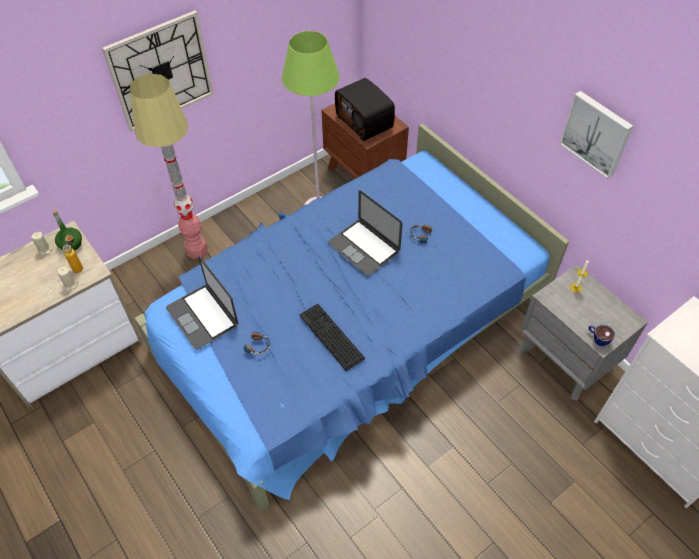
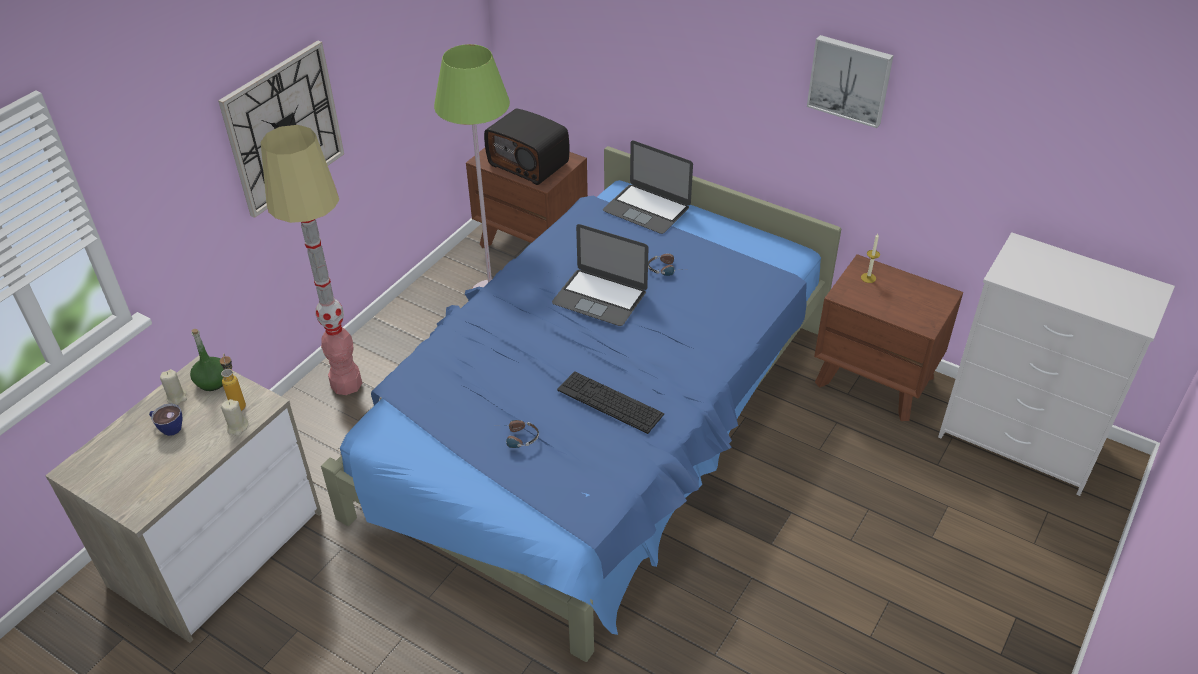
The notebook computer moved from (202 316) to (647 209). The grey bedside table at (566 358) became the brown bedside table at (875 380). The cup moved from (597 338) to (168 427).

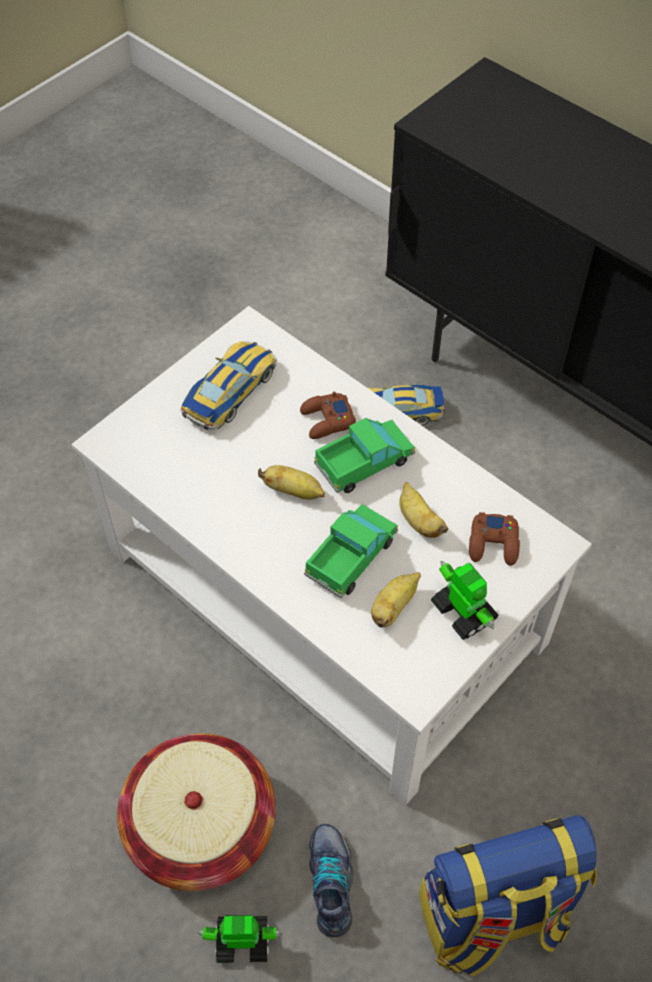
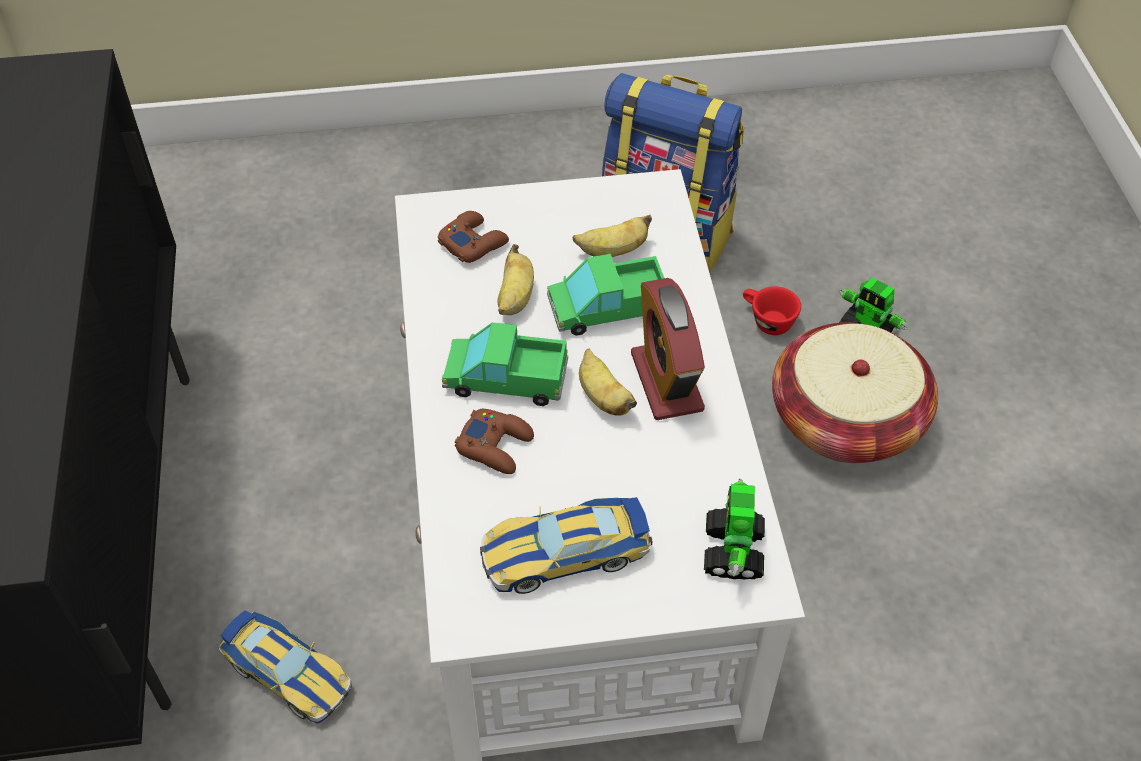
The item of footwear at (332 882) was replaced by the red cup at (766 321). The robot figure moved from (463 611) to (733 551). The table clock at (666 382) appeared.

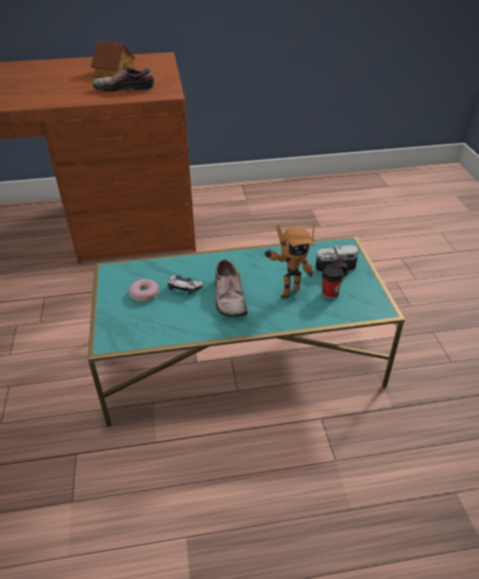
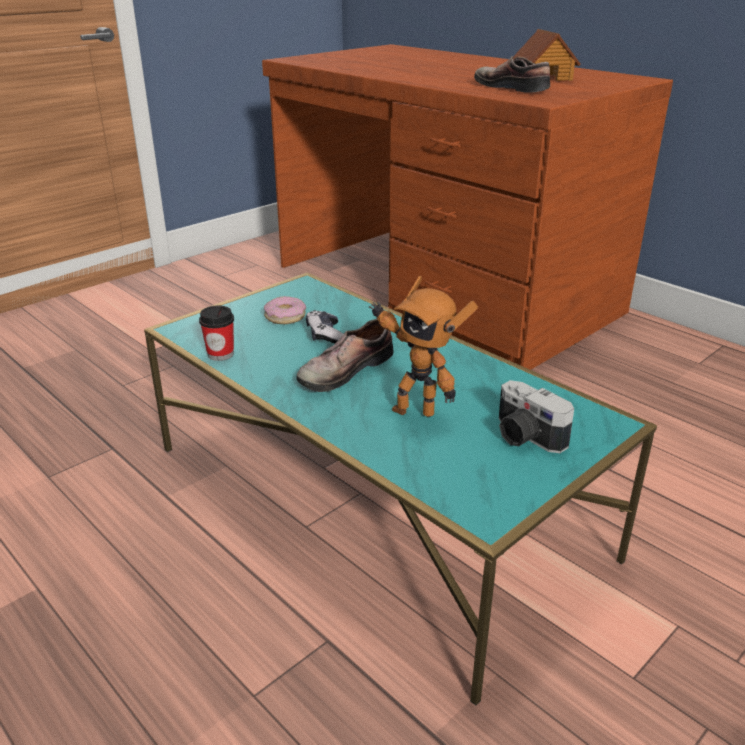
The cup moved from (330 294) to (220 354).

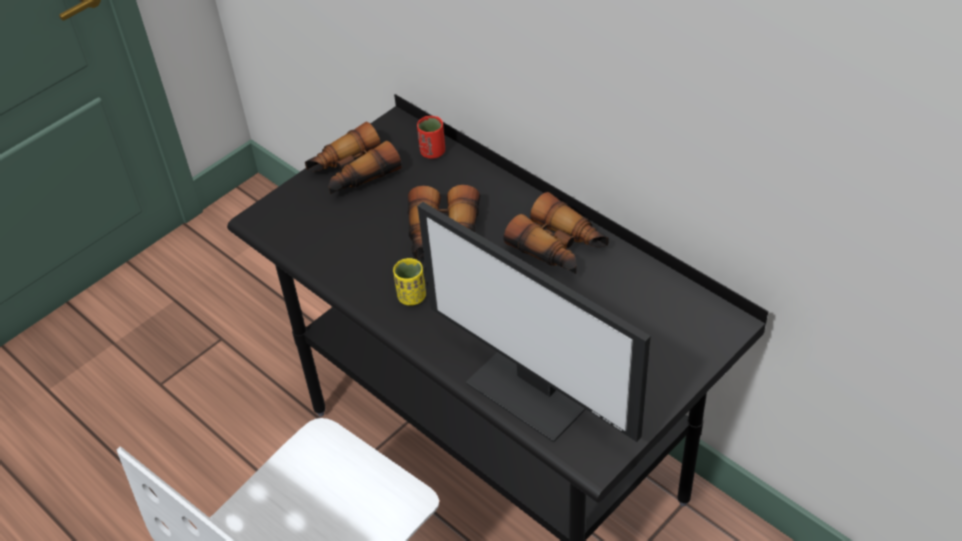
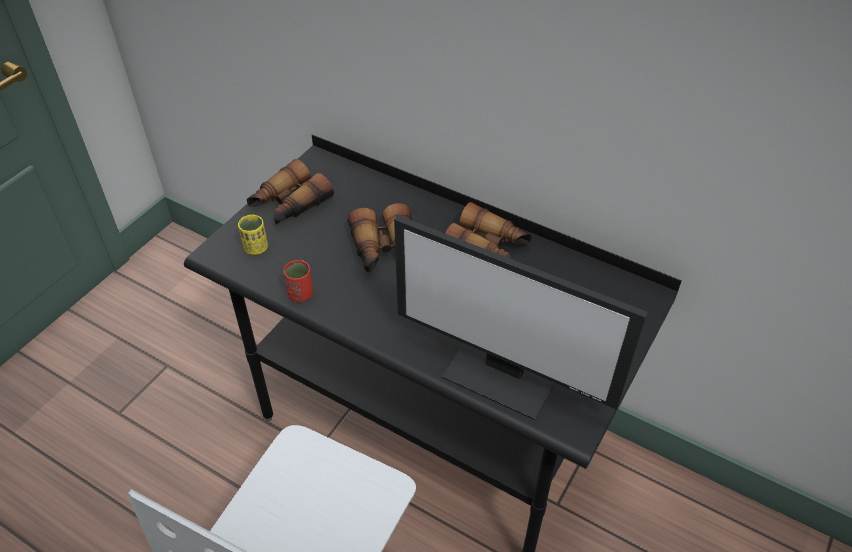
The yellow cup moved from (412 296) to (256 248). The red cup moved from (433 152) to (300 294).

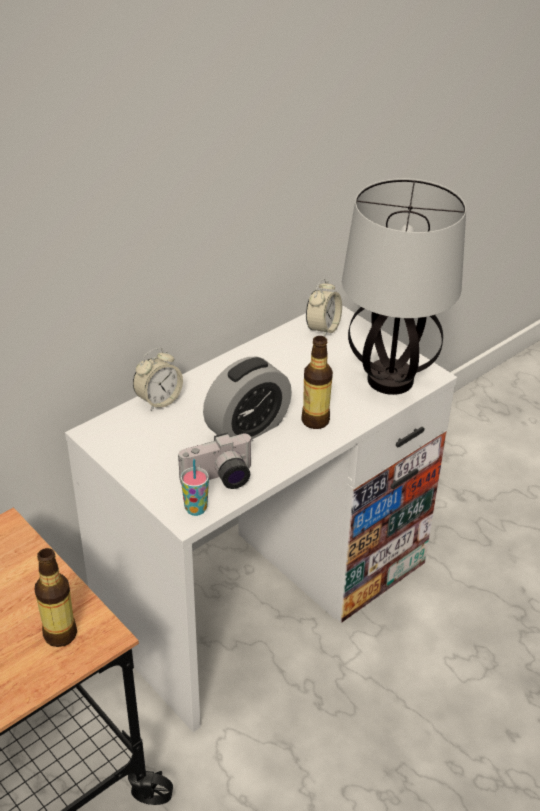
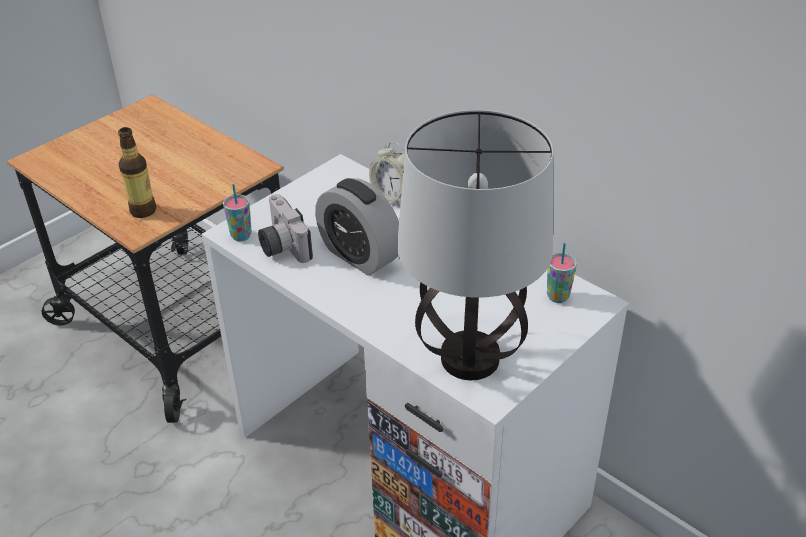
The bottle at (315 420) disappeared. The table clock at (323 329) was replaced by the cup at (558 297).

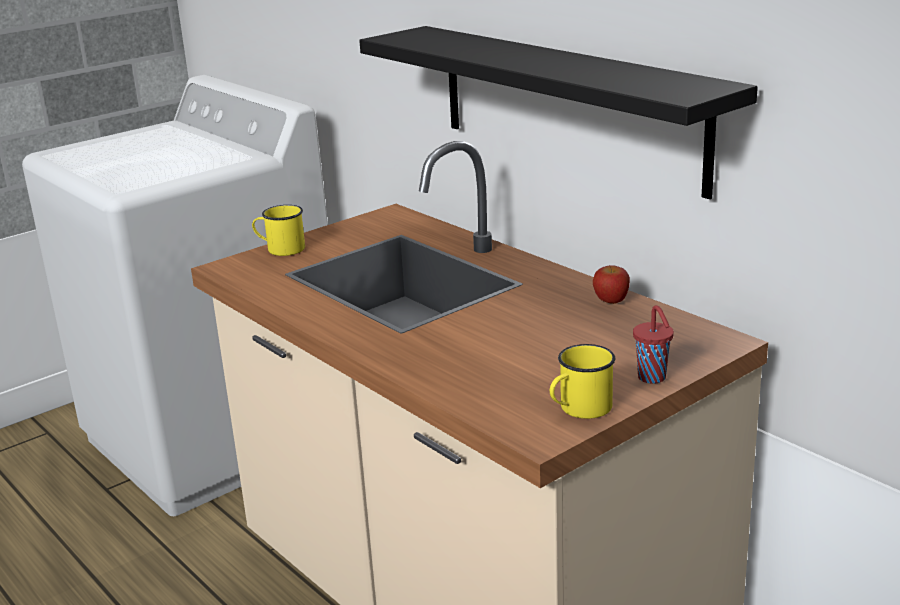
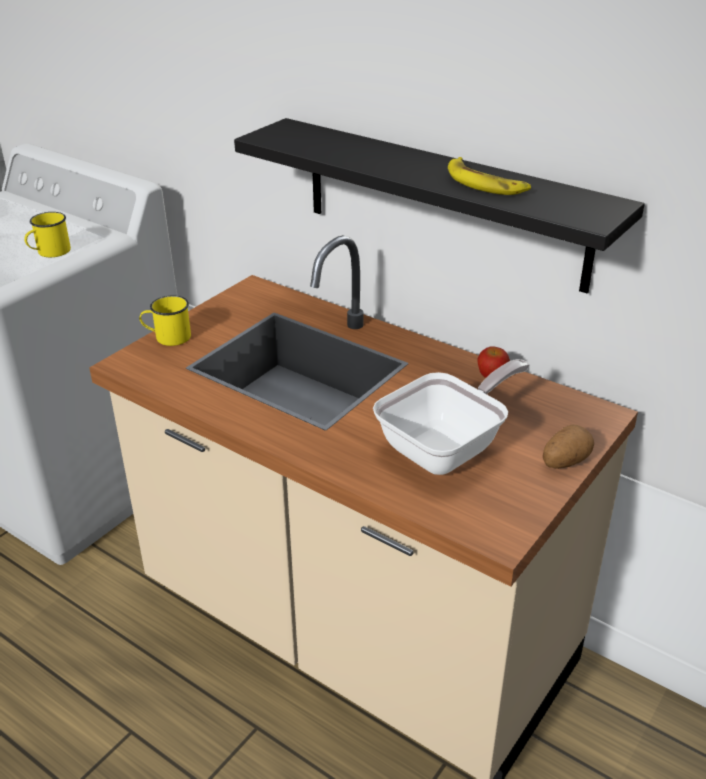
The yellow mug moved from (579 409) to (49 252). The red cup at (653 378) was replaced by the potato at (564 461). The skillet at (448 447) appeared. The banana at (484 183) appeared.

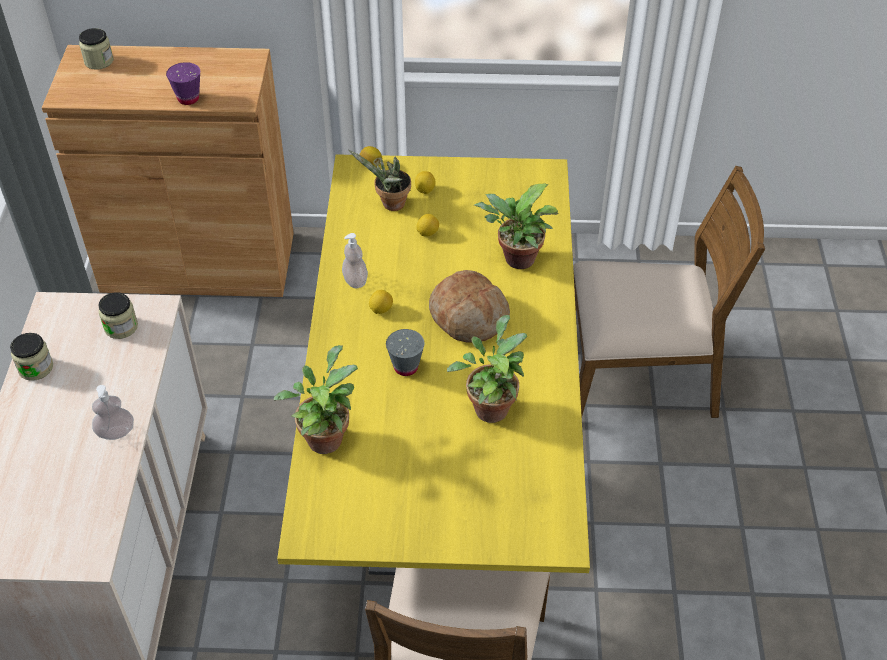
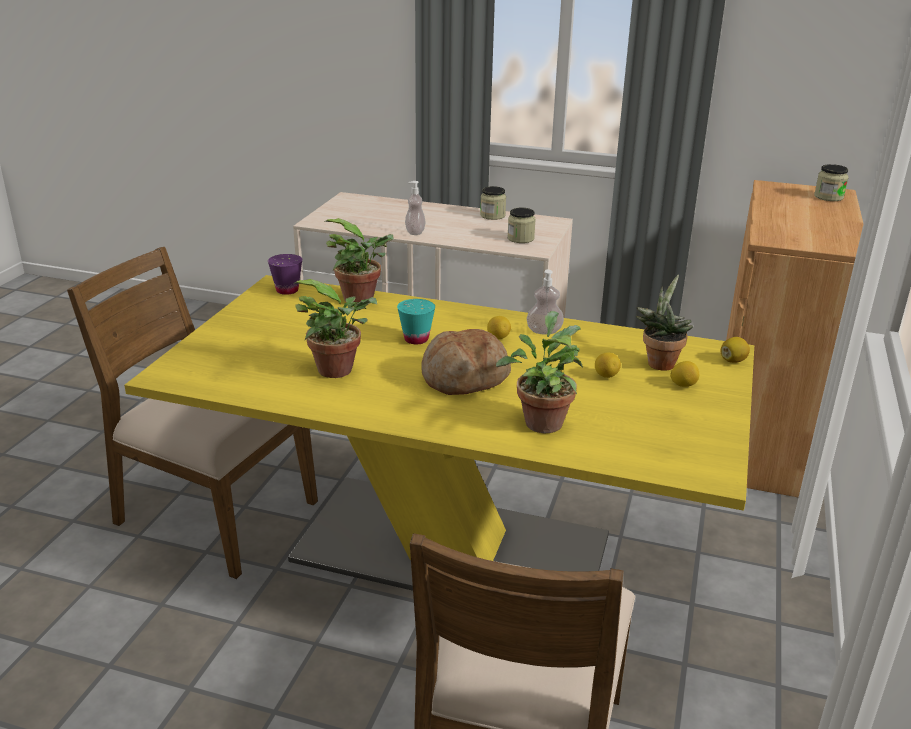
The purple cup moved from (188 99) to (287 290). The grey cup at (406 367) became the turquoise cup at (416 339).

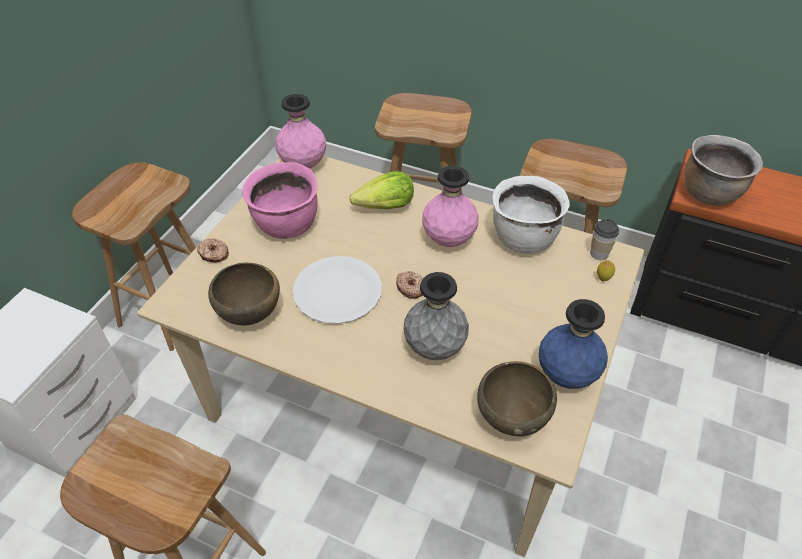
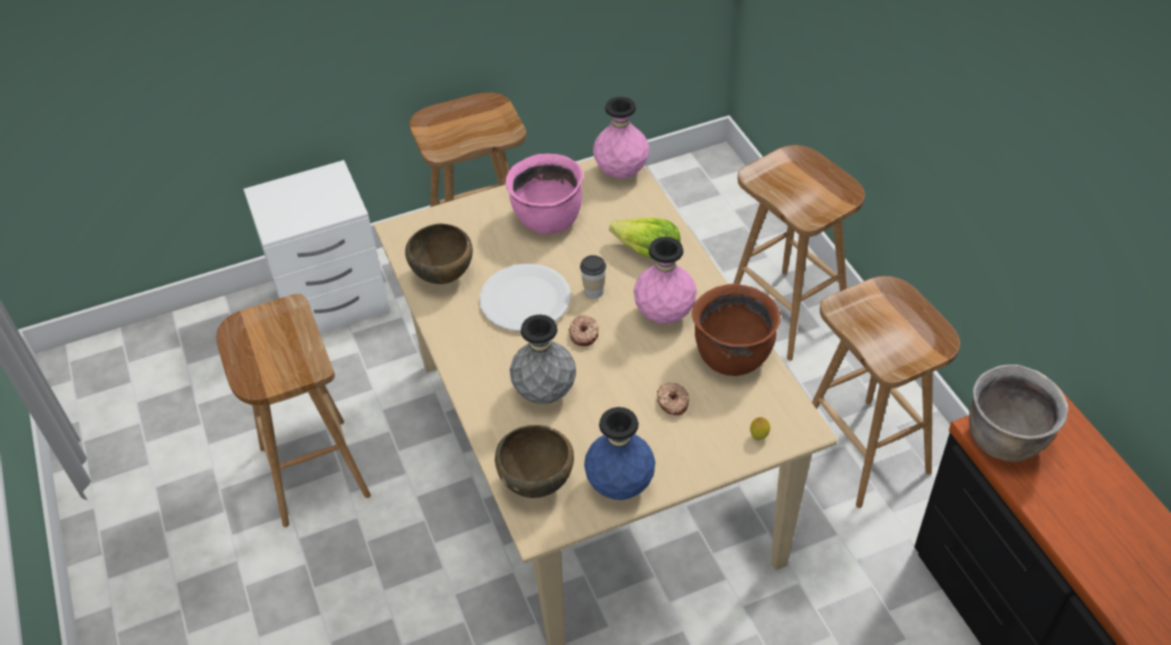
The doughnut moved from (214 254) to (672 403). The white-coloured cooking pot at (523 238) became the brown cooking pot at (732 355). The cup moved from (599 253) to (594 291).

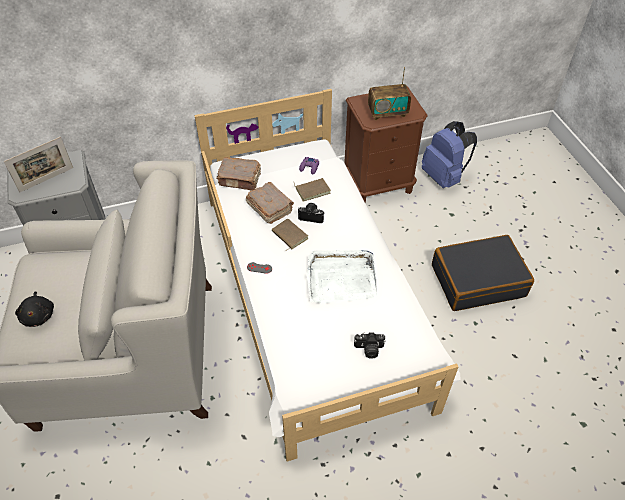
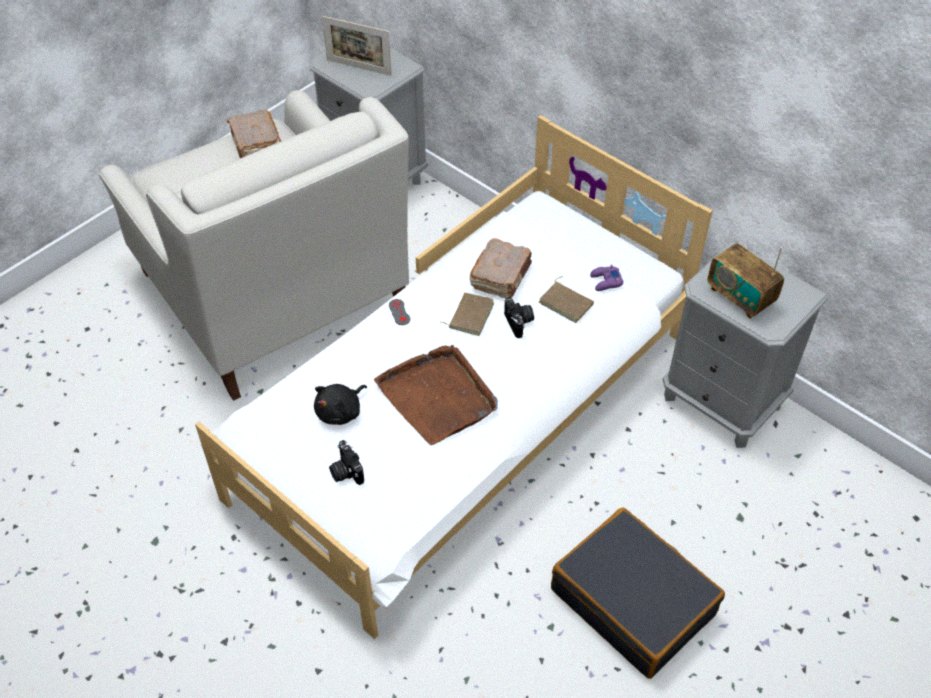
The black-coloured soft toy moved from (39 315) to (341 412). The brown bound book moved from (240 180) to (256 146). The white-coloured tray at (341 278) became the brown tray at (438 396). The brown bedside table at (378 184) became the grey bedside table at (722 401). The blue rucksack at (444 177) disappeared.

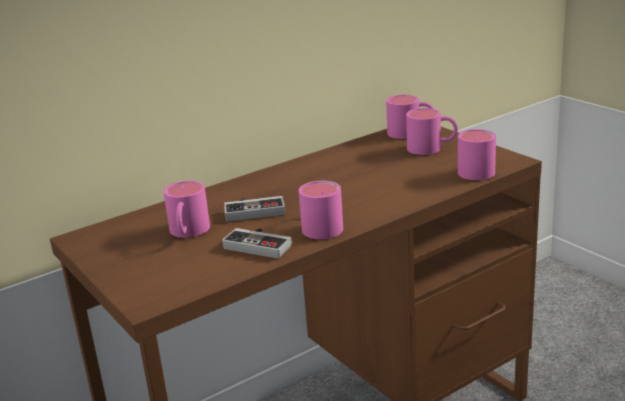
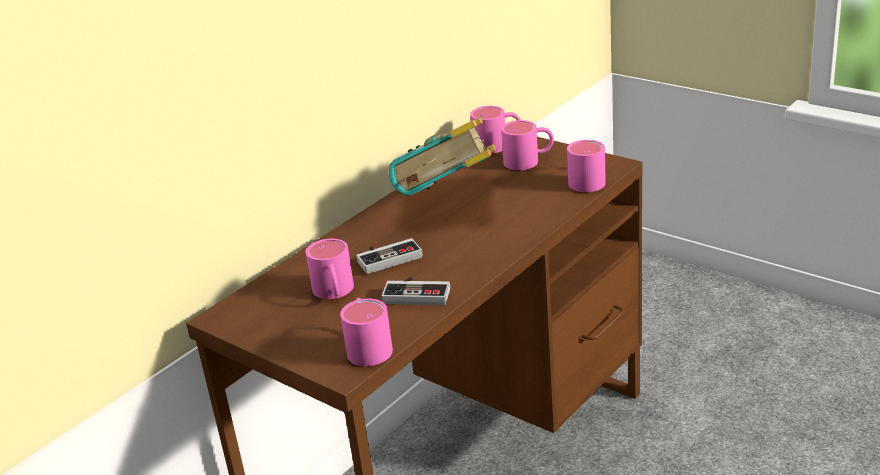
The pink mug moved from (323 225) to (367 346). The bound book at (448 200) appeared.

